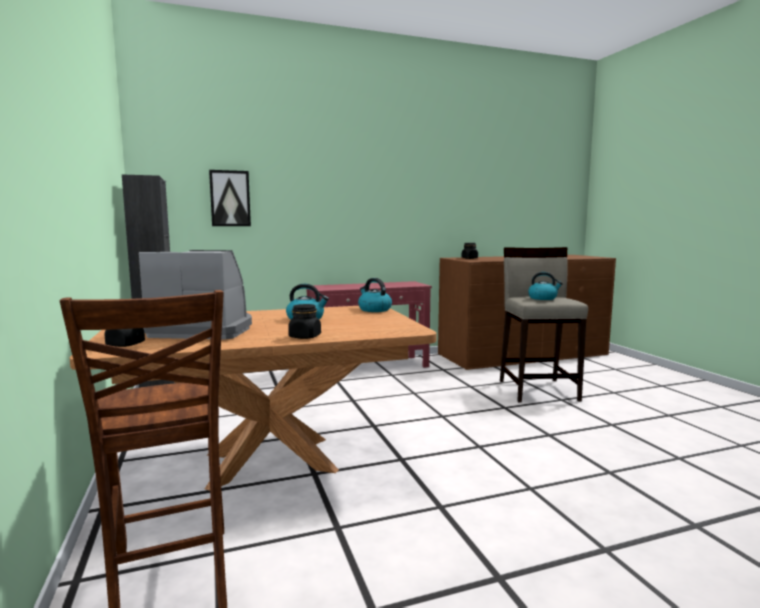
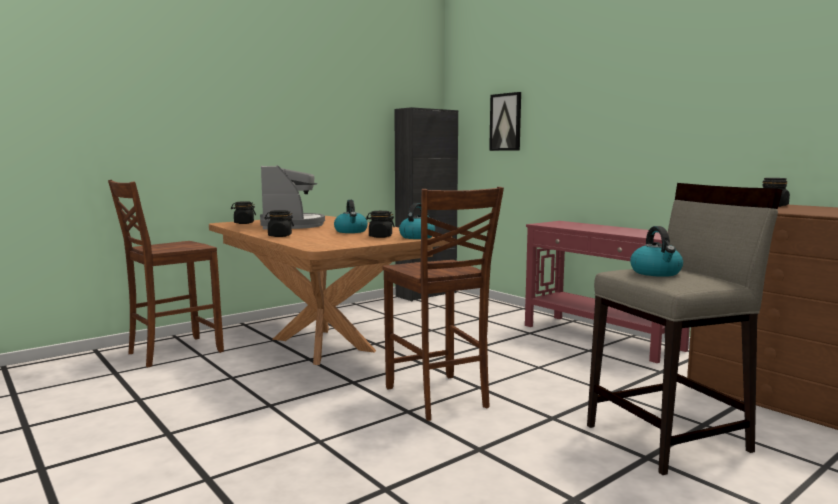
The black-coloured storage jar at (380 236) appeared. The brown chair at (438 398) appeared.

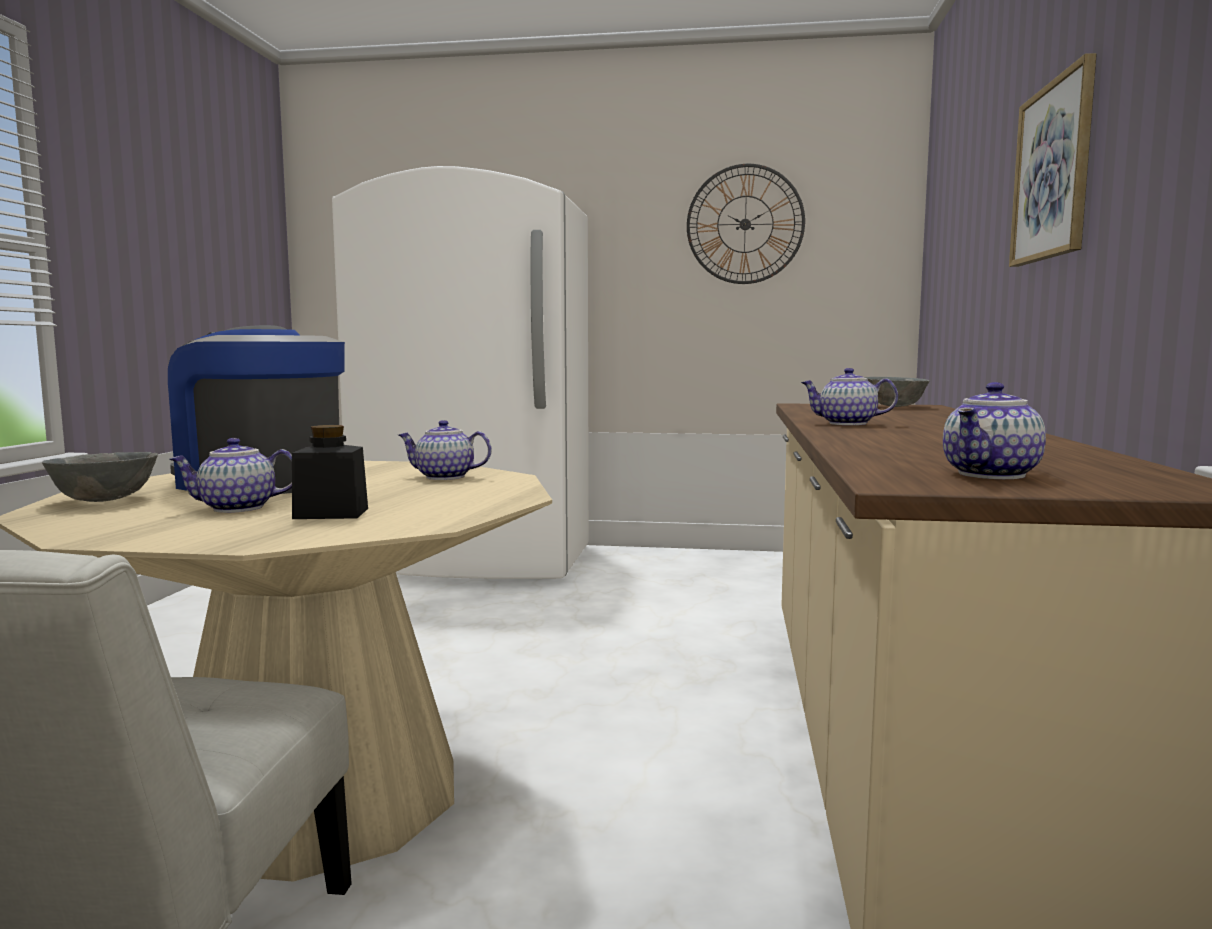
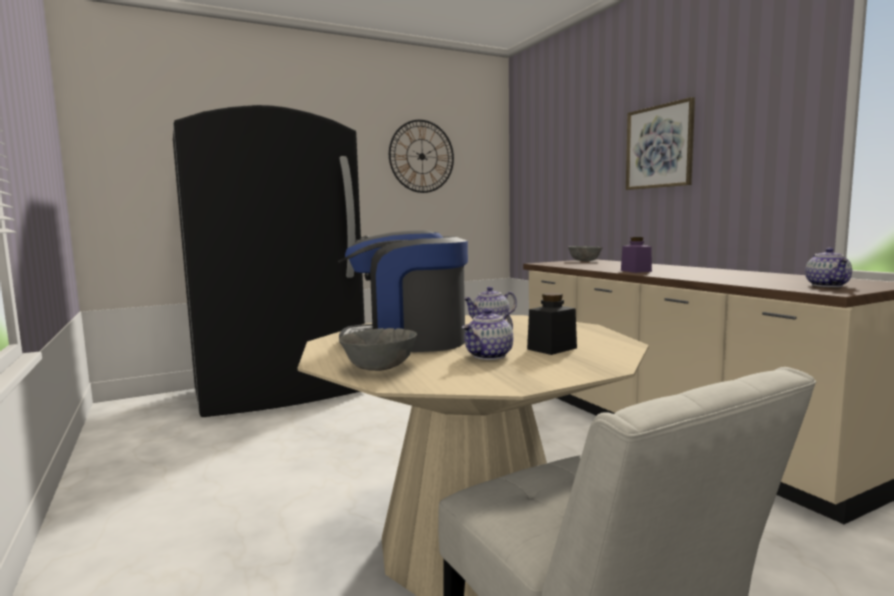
The white-coloured refrigerator at (475 560) became the black-coloured refrigerator at (281 392). The tea pot at (846 424) was replaced by the purple storage jar at (636 271).

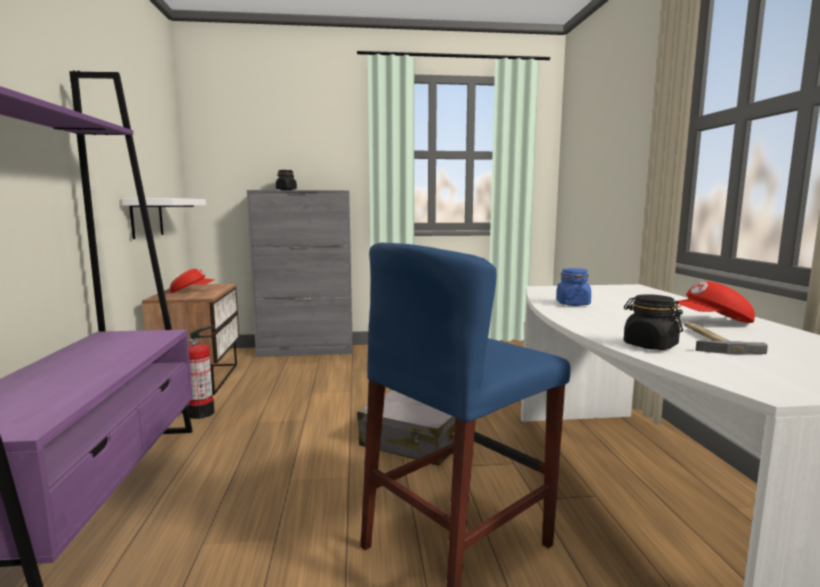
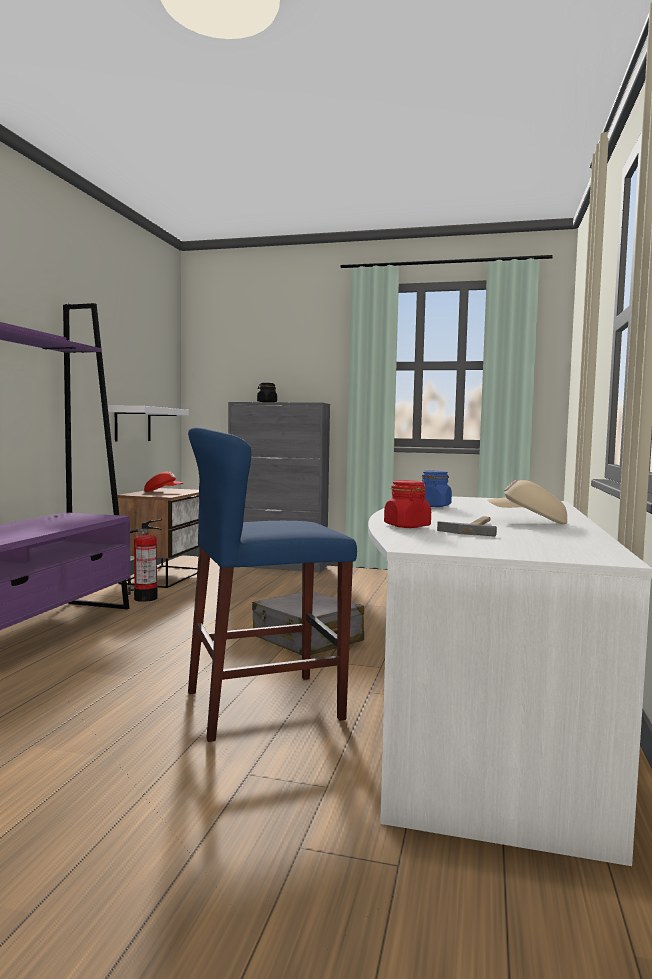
The black-coloured storage jar at (649 345) became the red storage jar at (406 526). The red peaked cap at (712 322) became the beige peaked cap at (528 522).

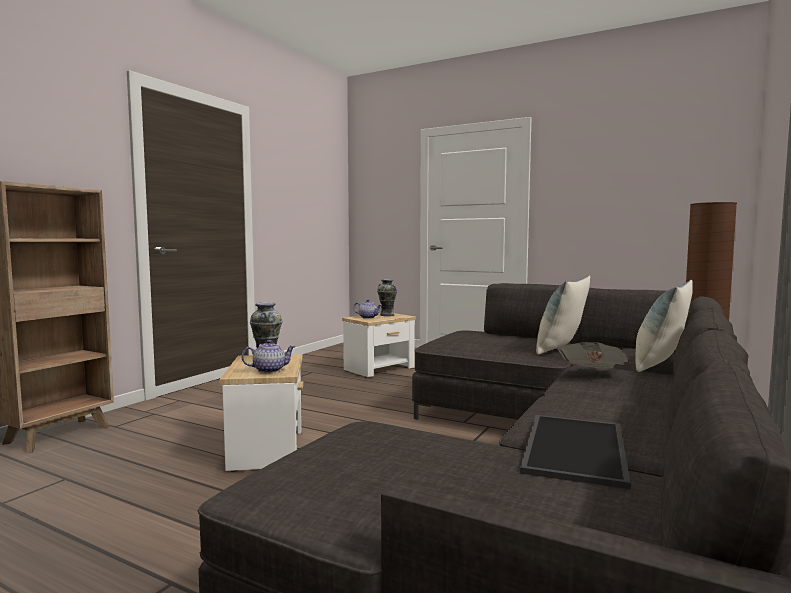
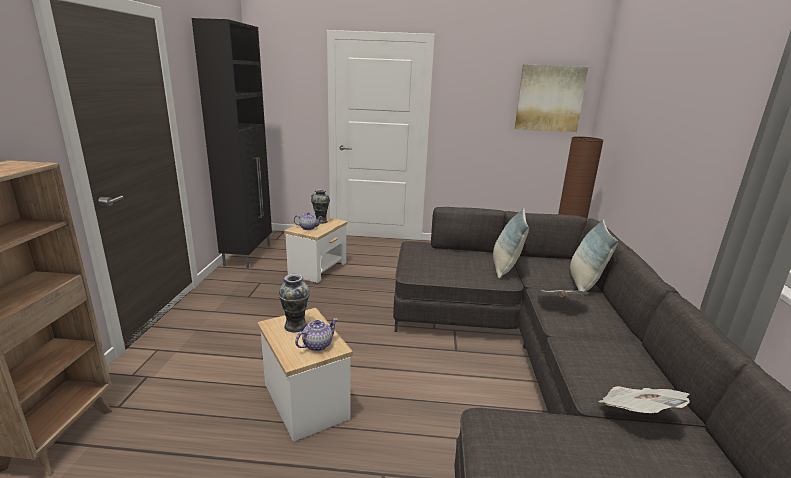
The tray at (572 447) was replaced by the daily paper at (636 413). The black-coloured storage cabinet at (248 255) appeared. The wall art at (549 98) appeared.

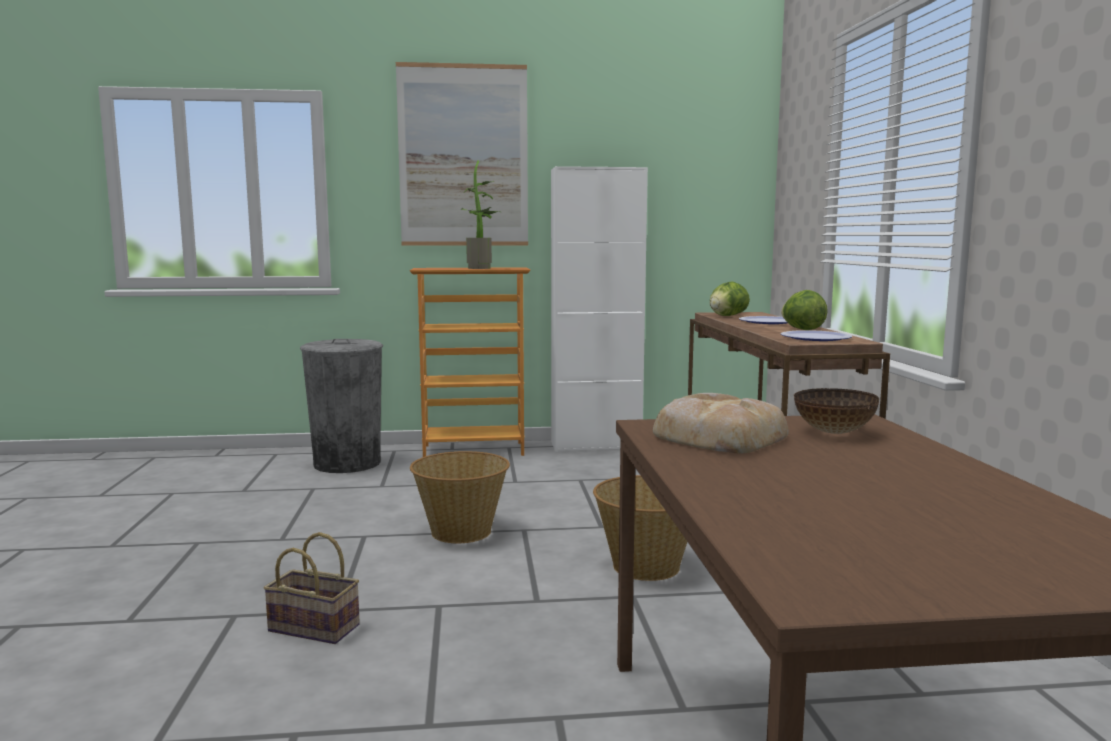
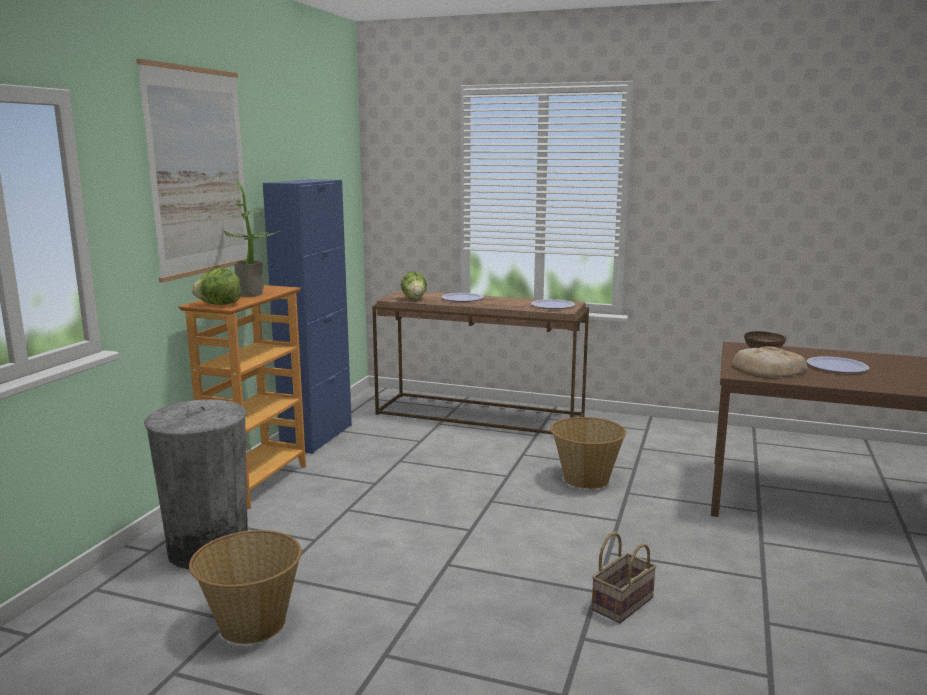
The basket moved from (461 531) to (251 623). The white-coloured storage cabinet at (596 445) became the blue storage cabinet at (317 437). The head of lettuce moved from (802 329) to (219 304). The dinner plate at (837 366) appeared.

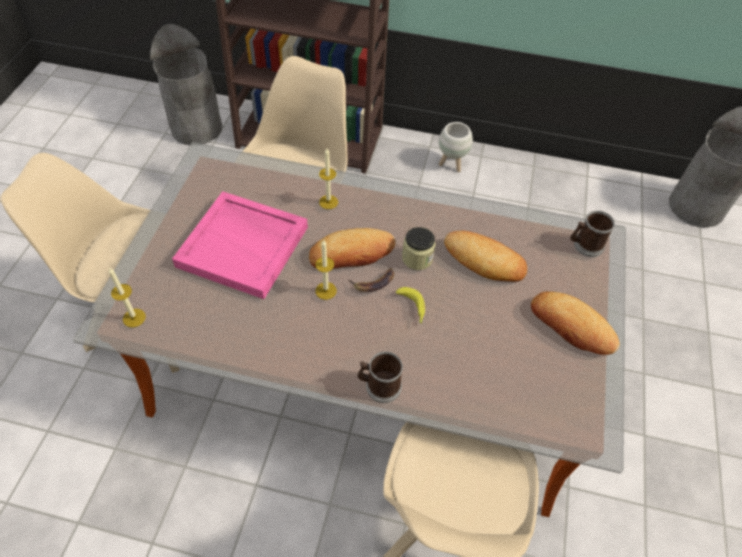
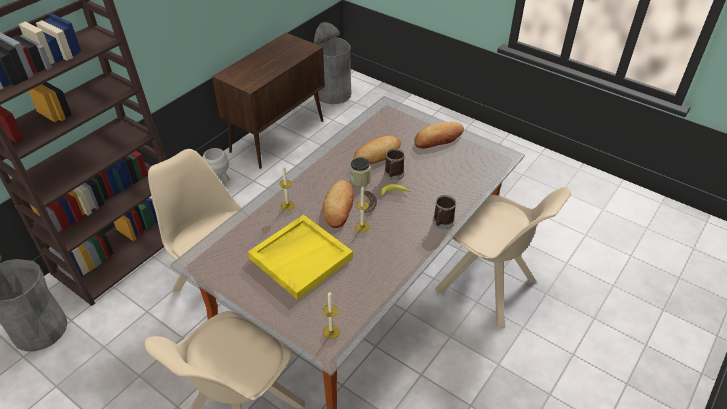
The pink tray at (244 246) became the yellow tray at (301 257). The mug moved from (585 245) to (393 175). The brown storage cabinet at (278 135) appeared.

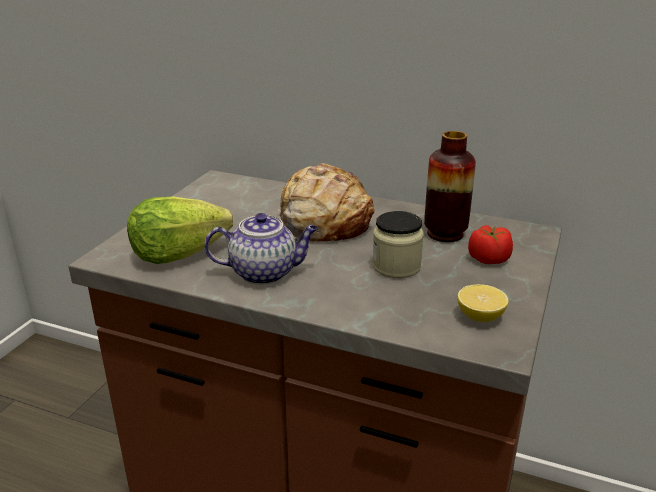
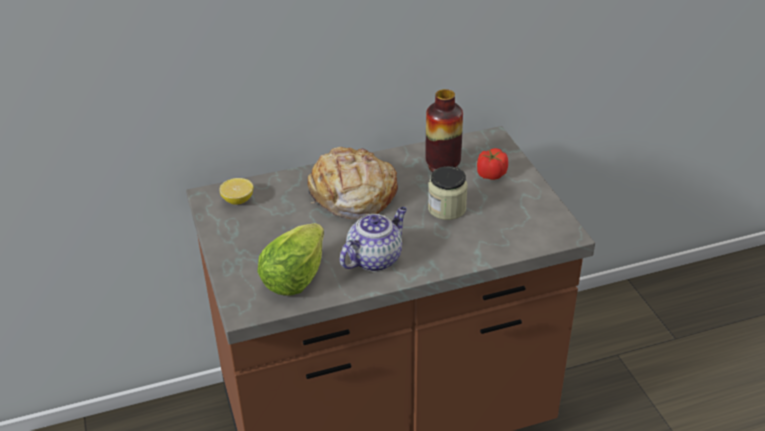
The whole lemon moved from (480 317) to (238 200).

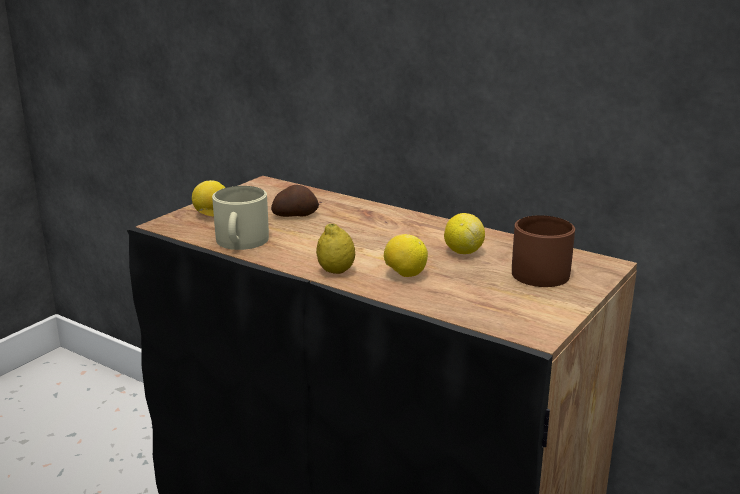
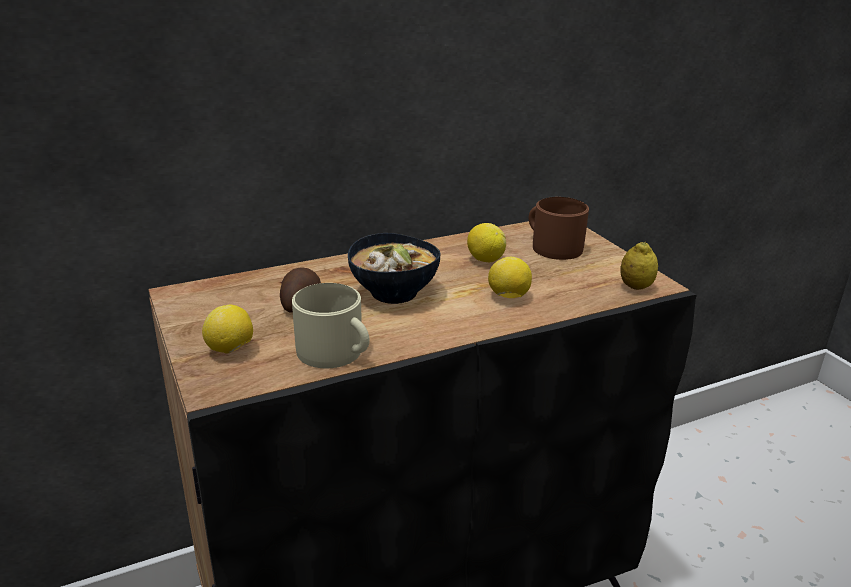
The whole lemon moved from (336 271) to (635 287). The deep dish at (393 294) appeared.

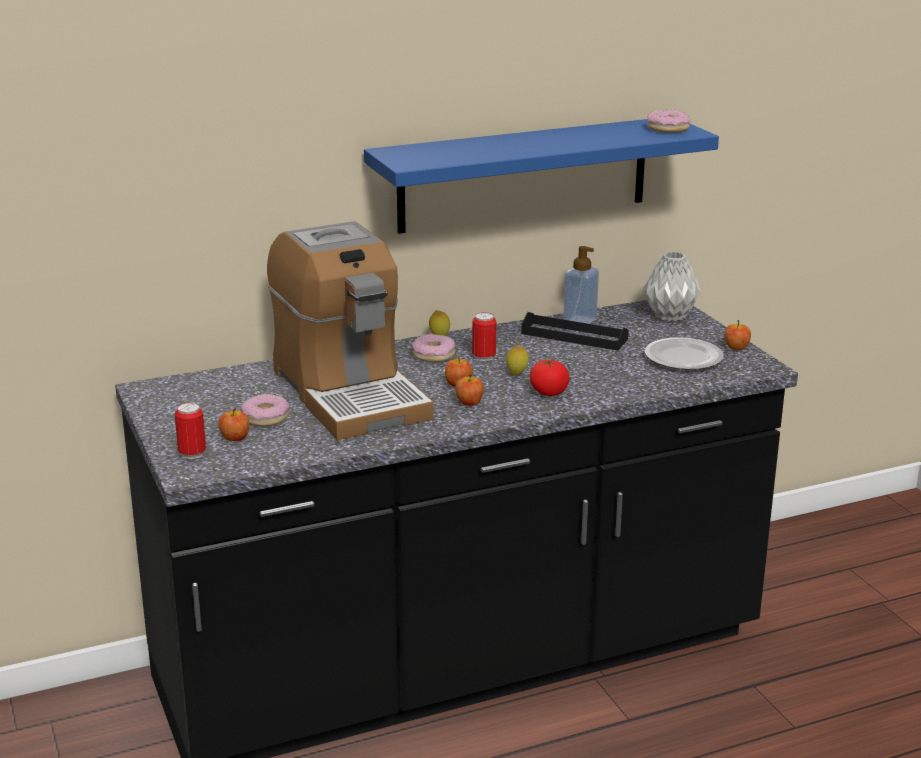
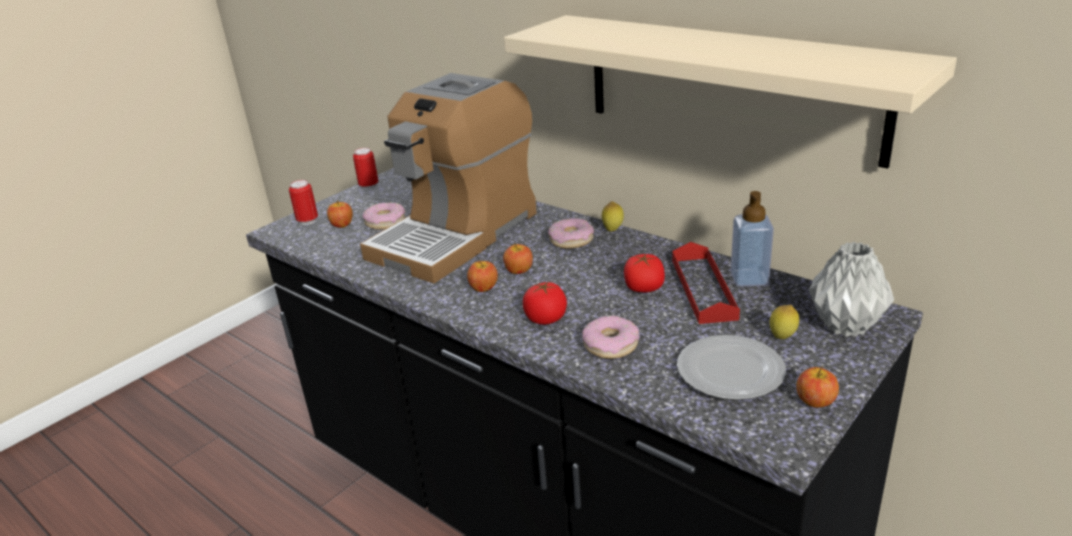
The blue bracket shelf at (524 174) became the beige bracket shelf at (728 86). The sealed can moved from (483 357) to (369 186). The whole lemon moved from (517 374) to (782 338). The black-coloured tray at (574 336) became the red tray at (703 288). The doughnut moved from (668 128) to (611 345). The tomato at (644 288) appeared.

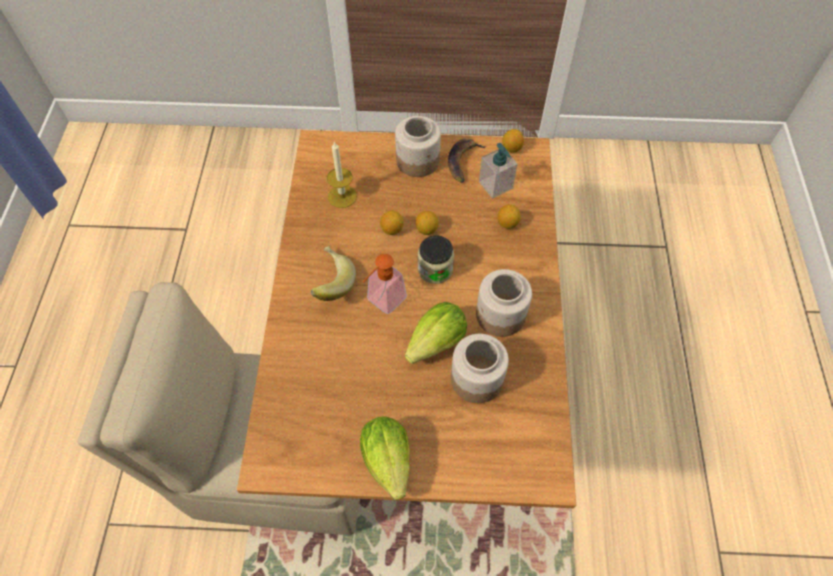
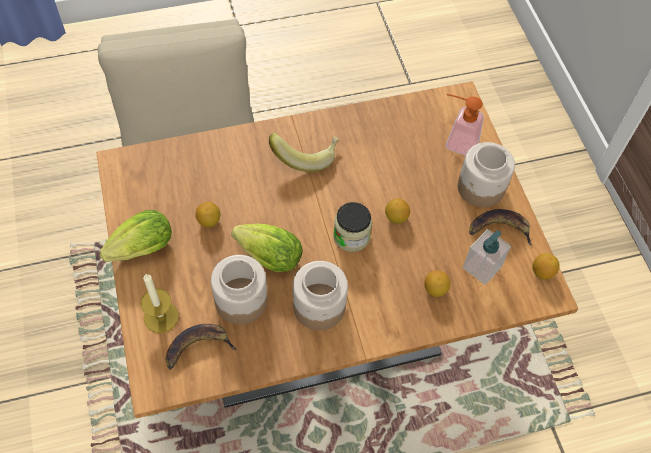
The wax candle moved from (342 196) to (161 317). The soap dispenser moved from (382 302) to (456 141). The whole lemon moved from (392 229) to (209 221). The banana at (198 347) appeared.

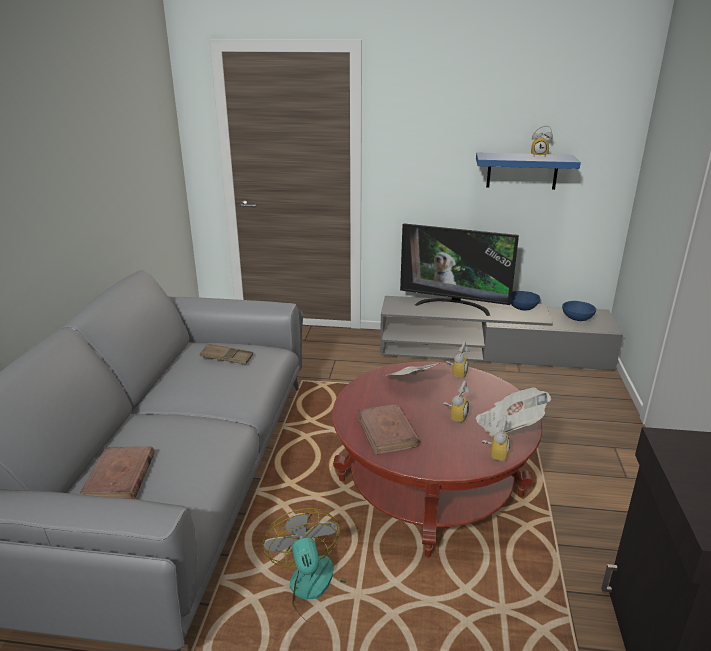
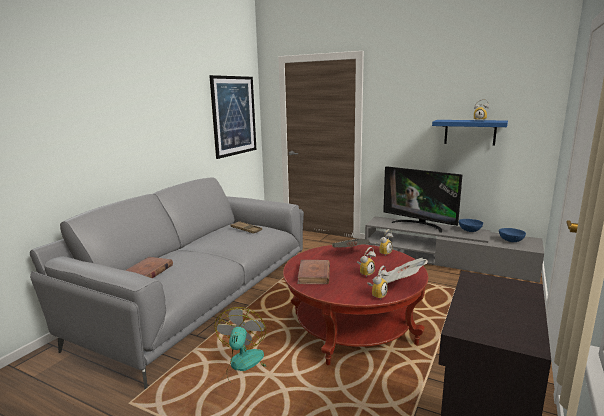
The wall art at (234 116) appeared.

